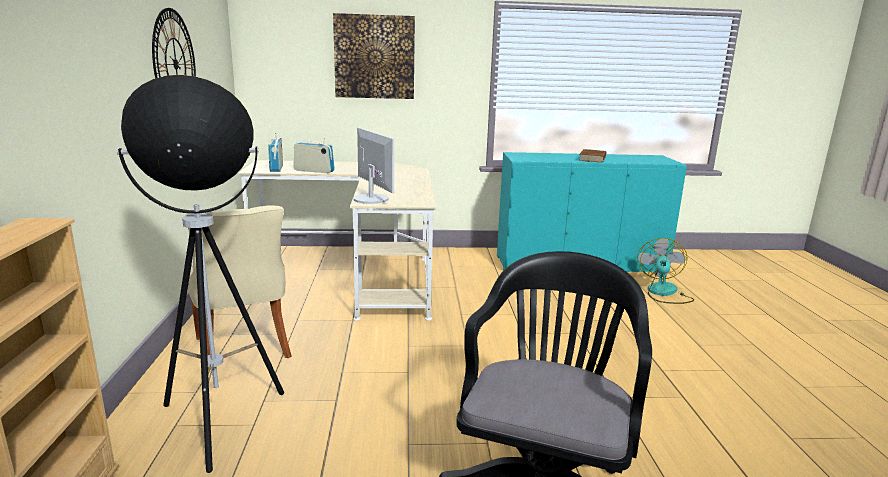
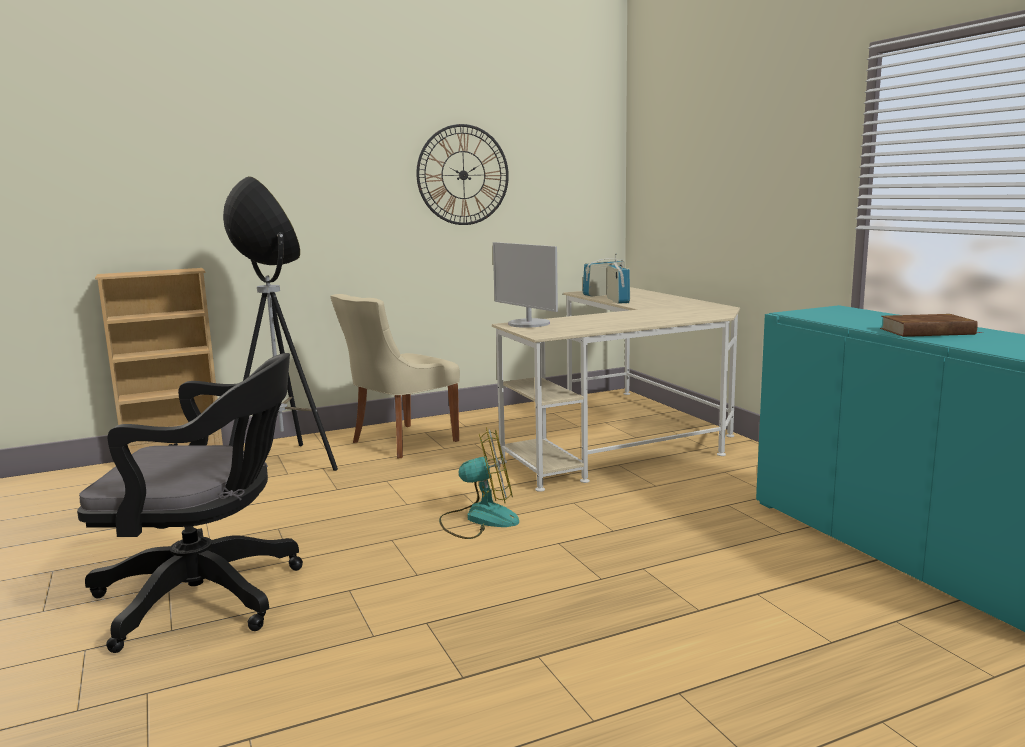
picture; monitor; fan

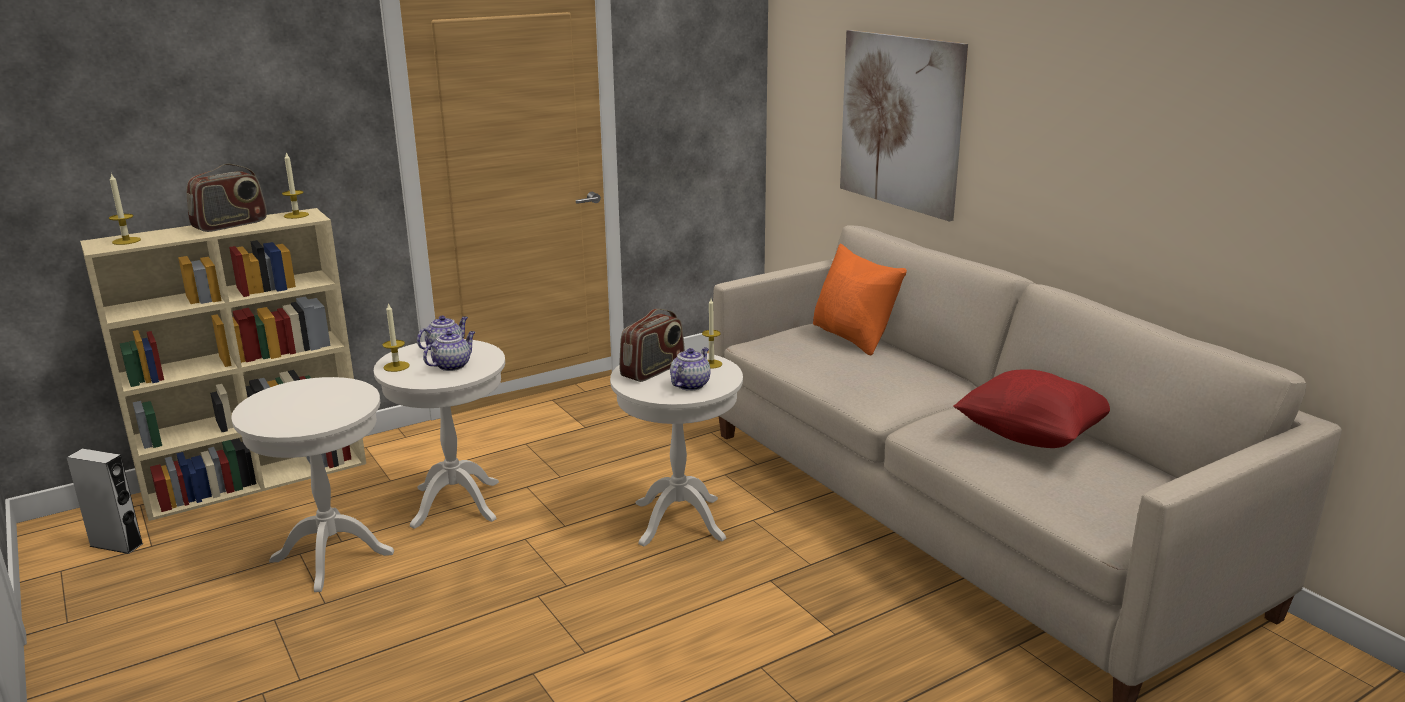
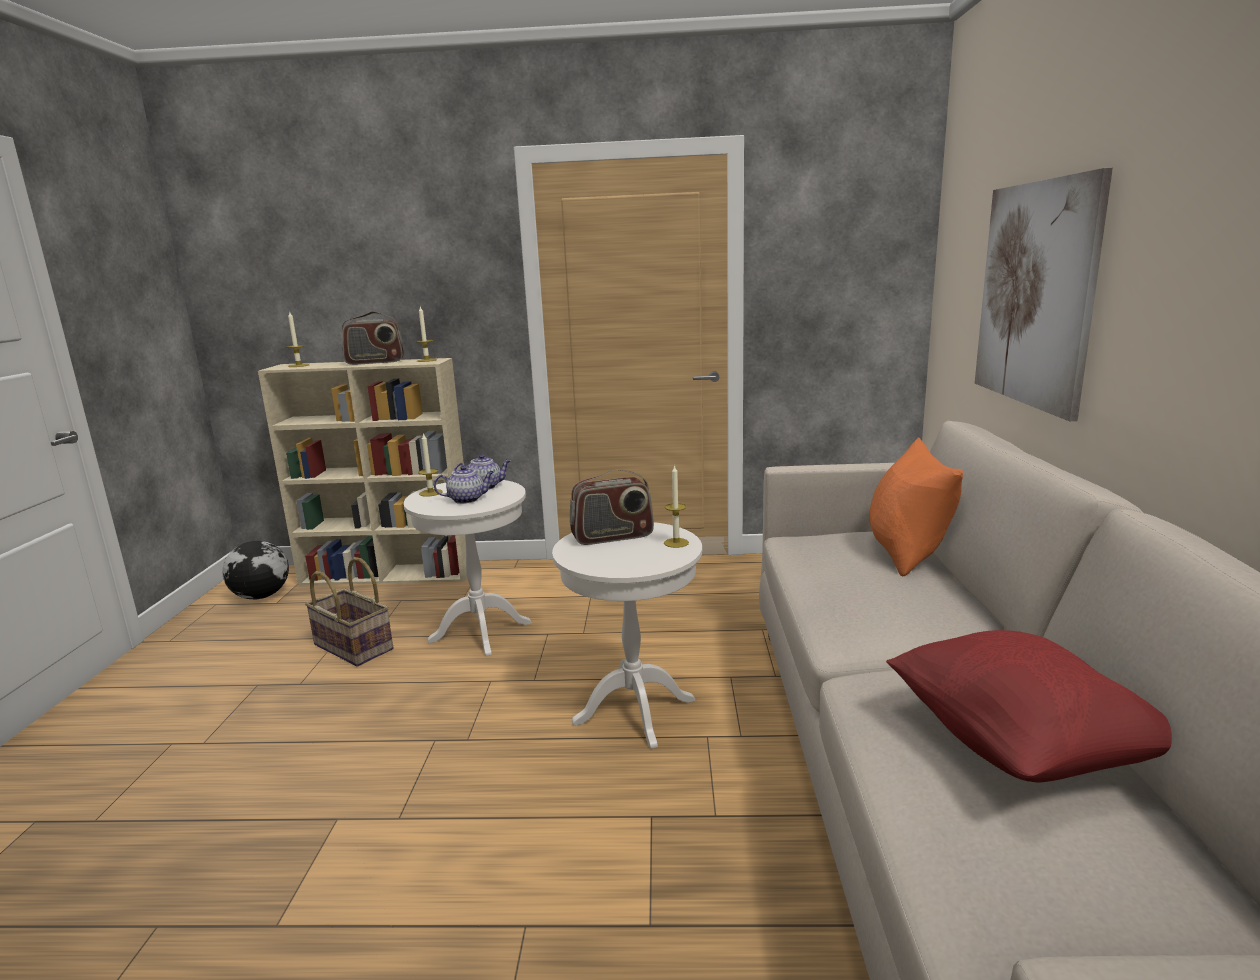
globe; basket; teapot (no. 3 from left in the first image)

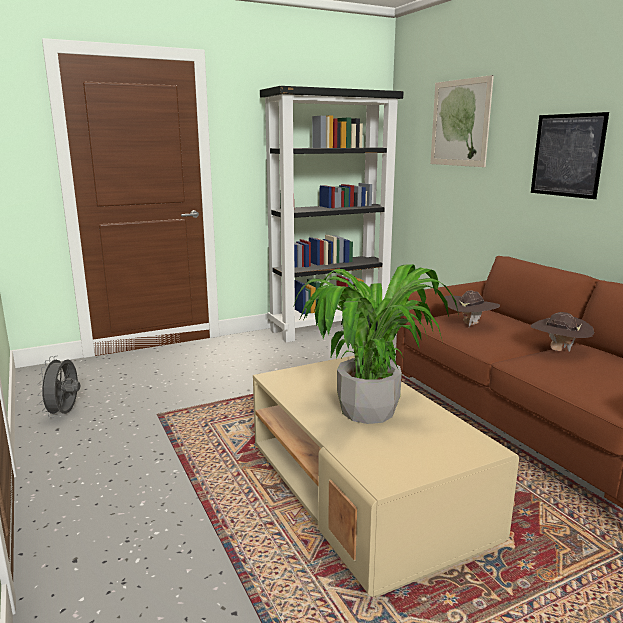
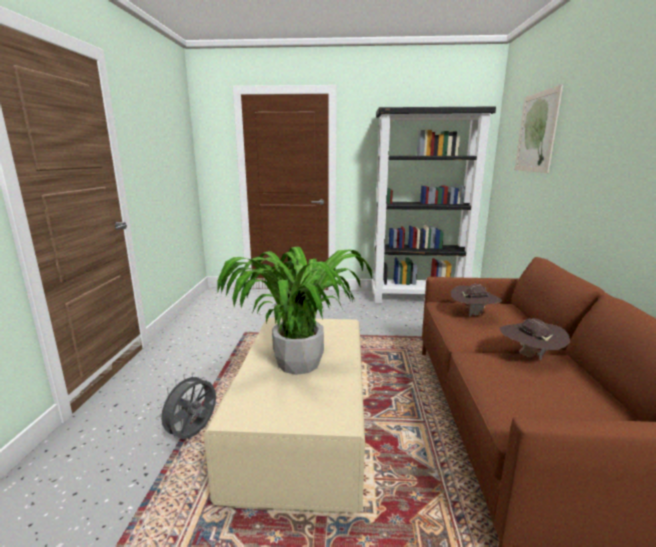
grey fan; picture (no. 2 from left in the first image)

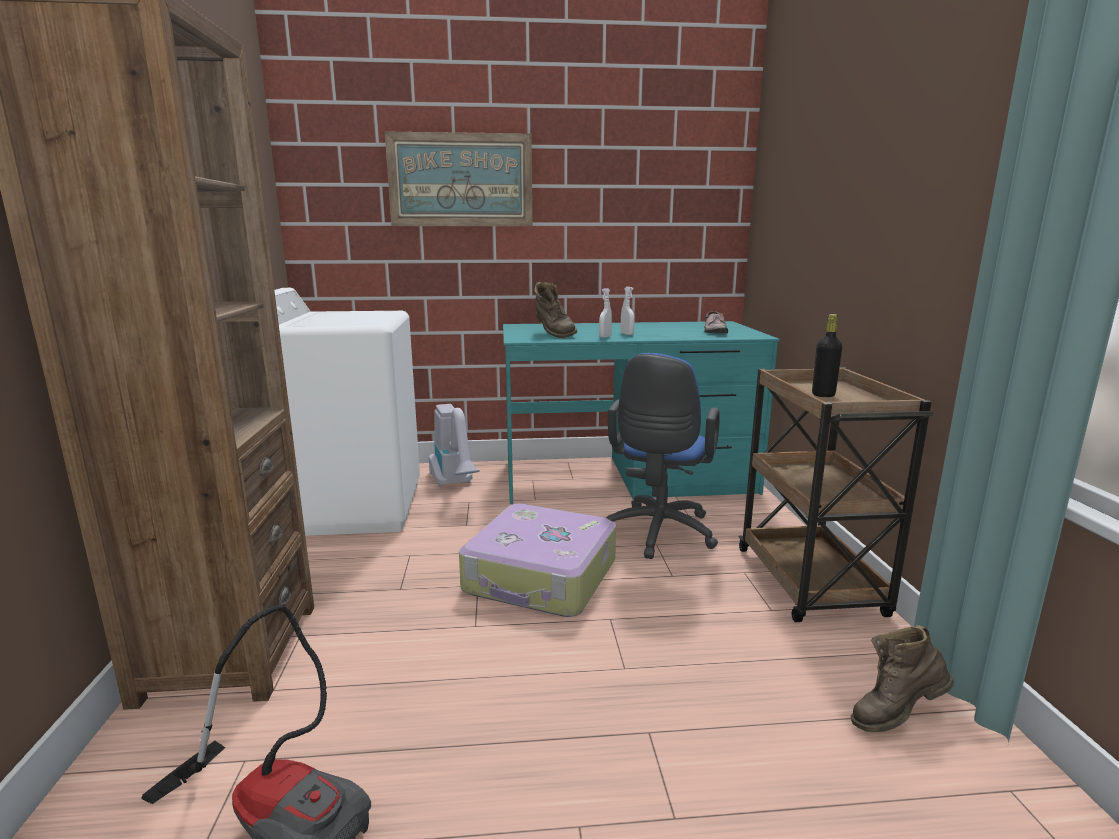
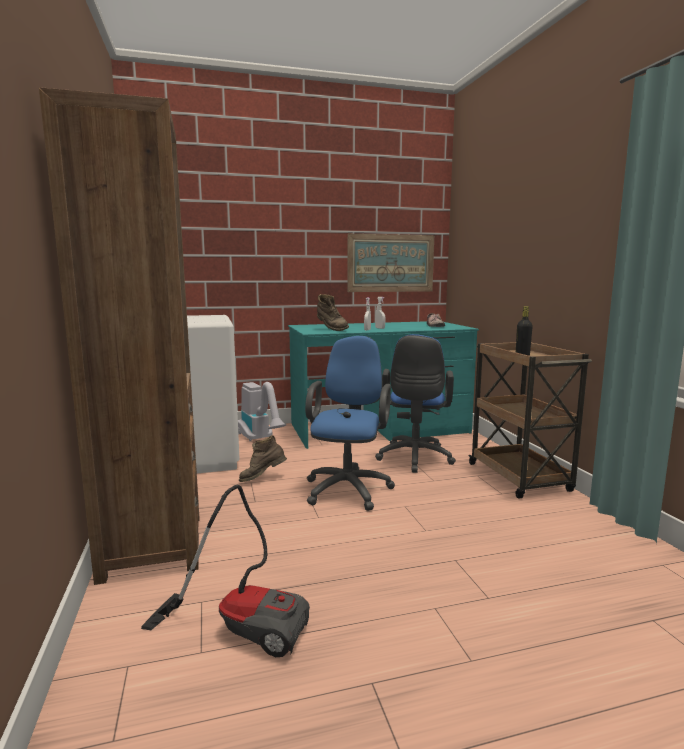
picture; blue office chair (no. 1 from left); brown boot (no. 1 from left)

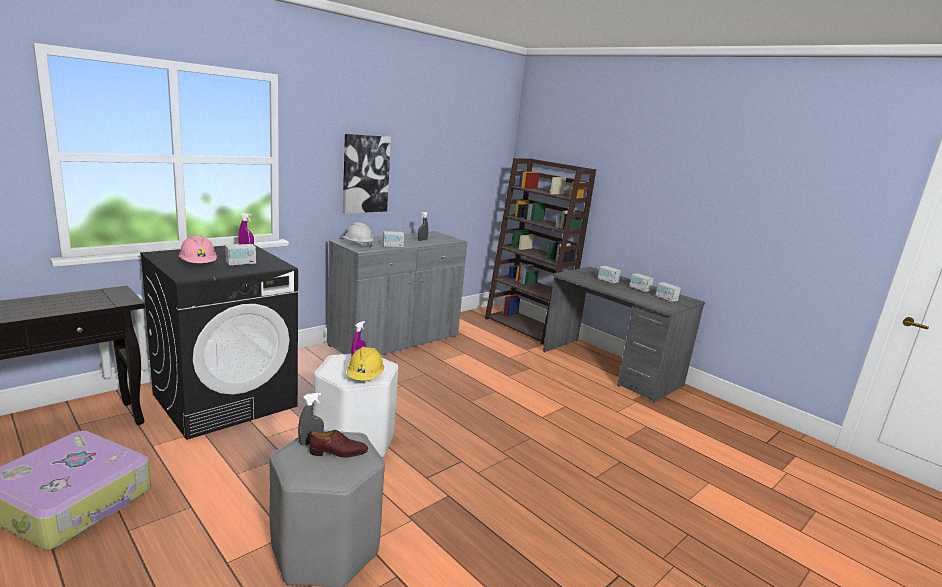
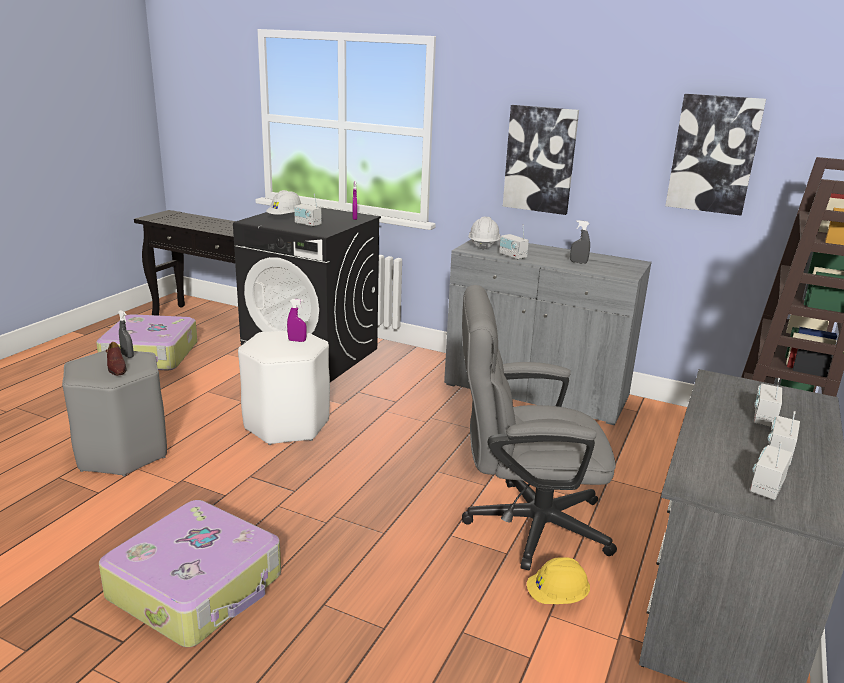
white hard hat (no. 1 from left); yellow hard hat; suitcase (no. 2 from left); grey office chair; picture (no. 2 from left)

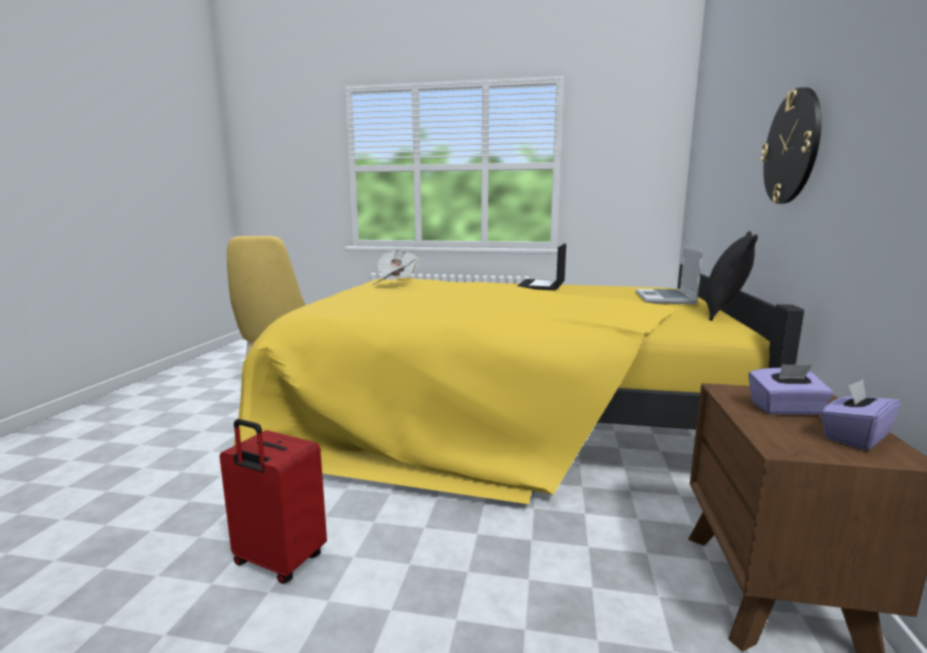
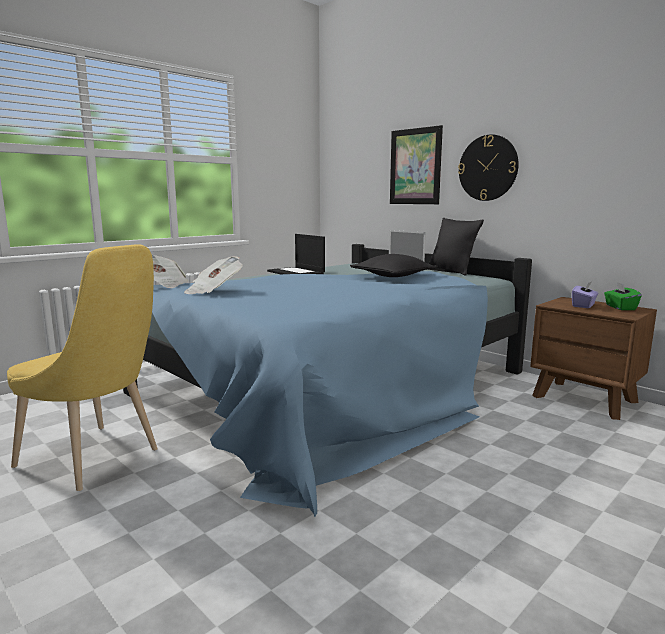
red suitcase; blue bed; green tissue box; black pillow (no. 1 from left); picture

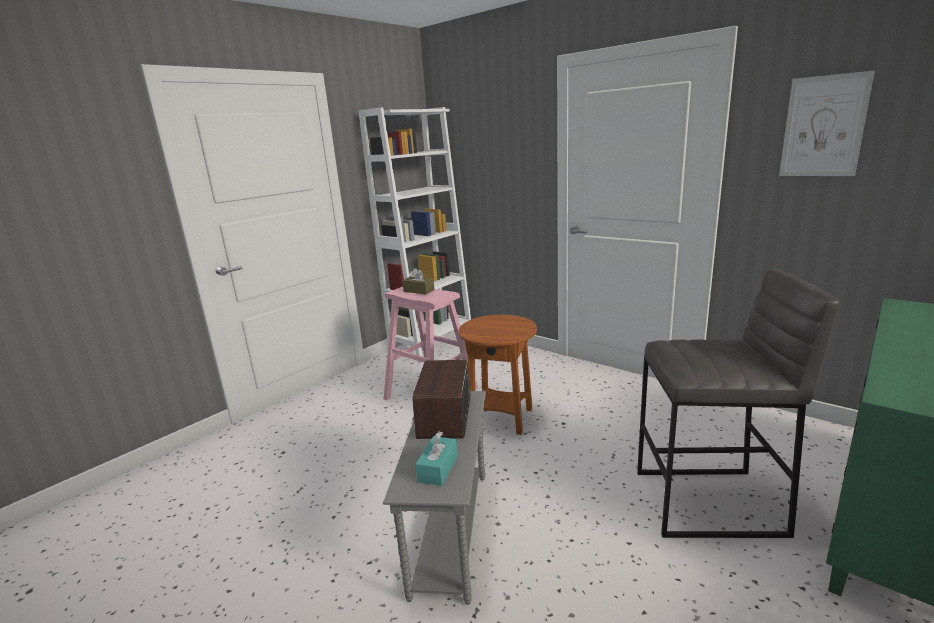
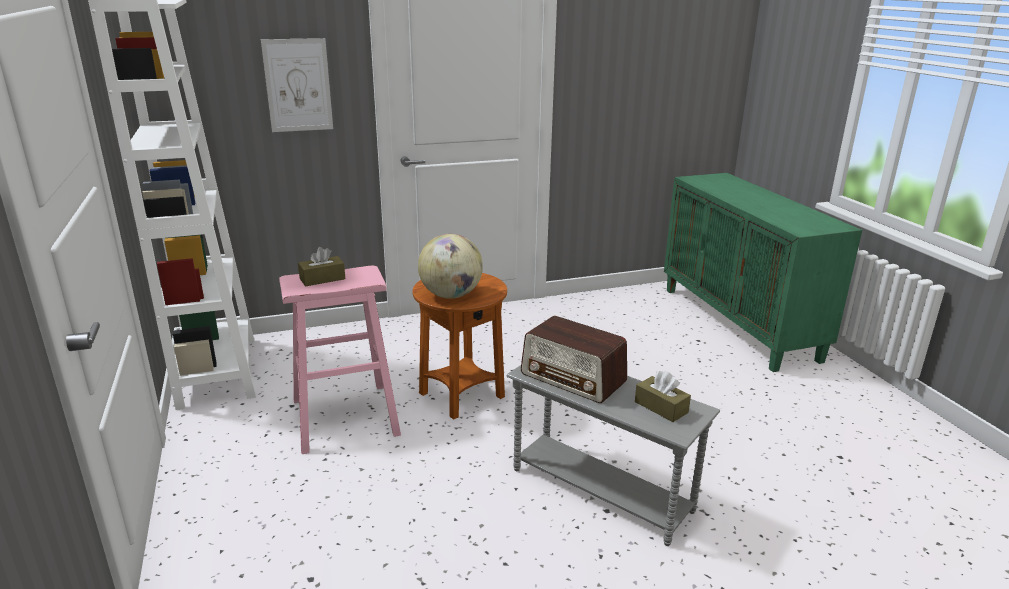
brown tissue box (no. 2 from left); grey stool; picture; globe

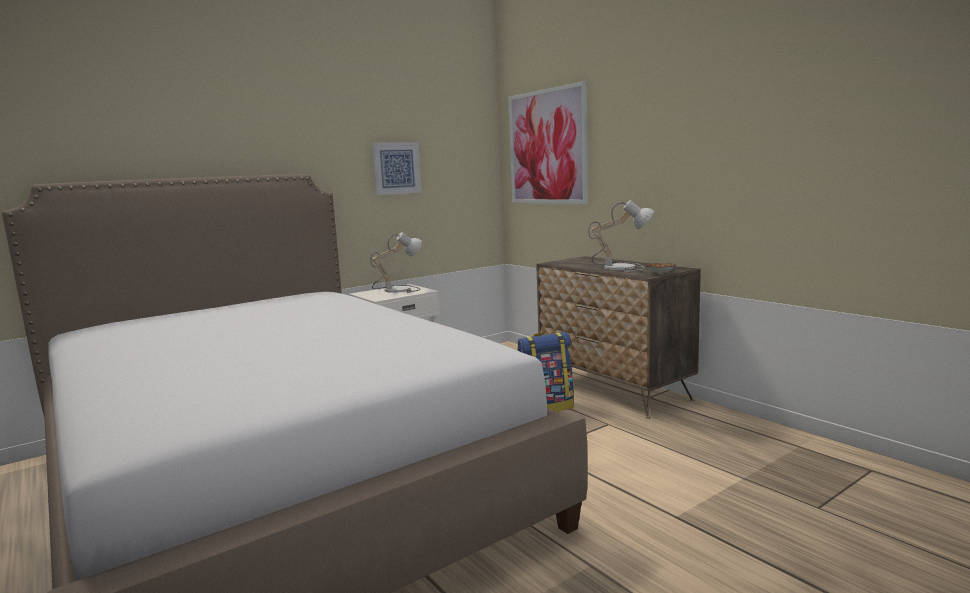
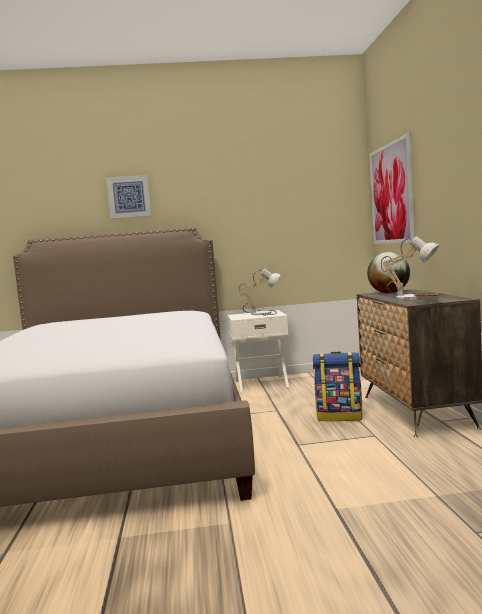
picture (no. 1 from left); globe

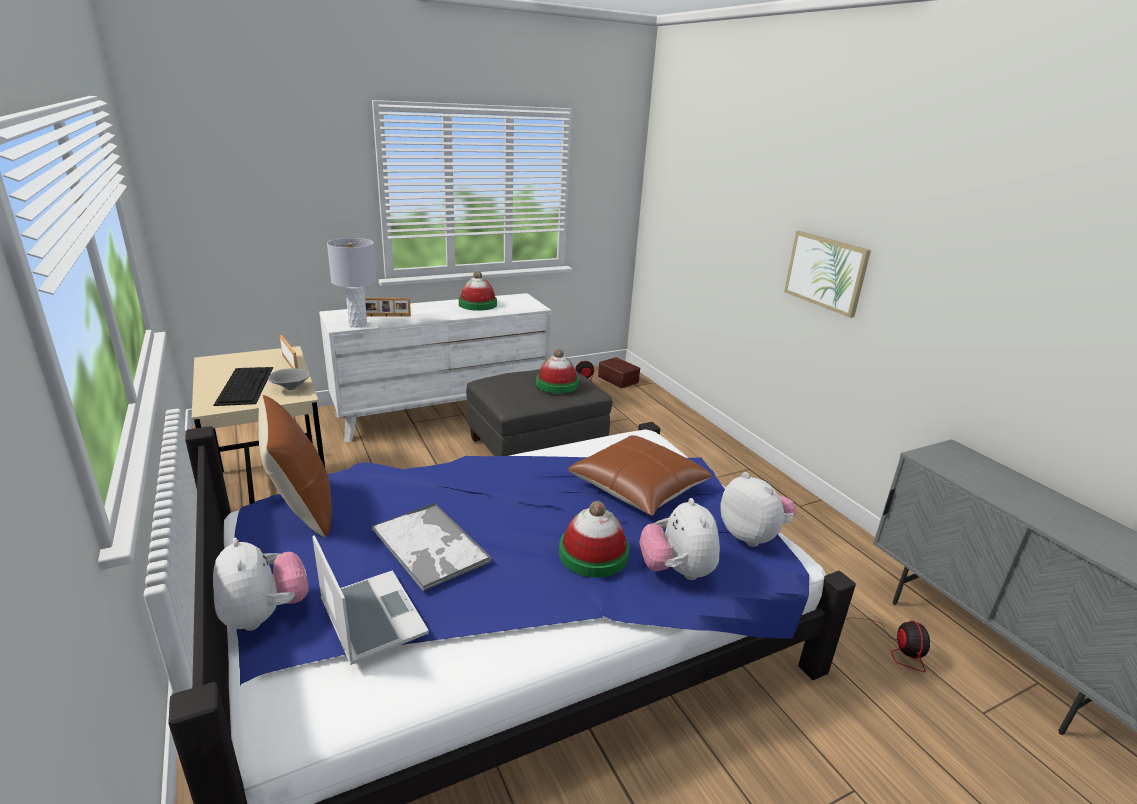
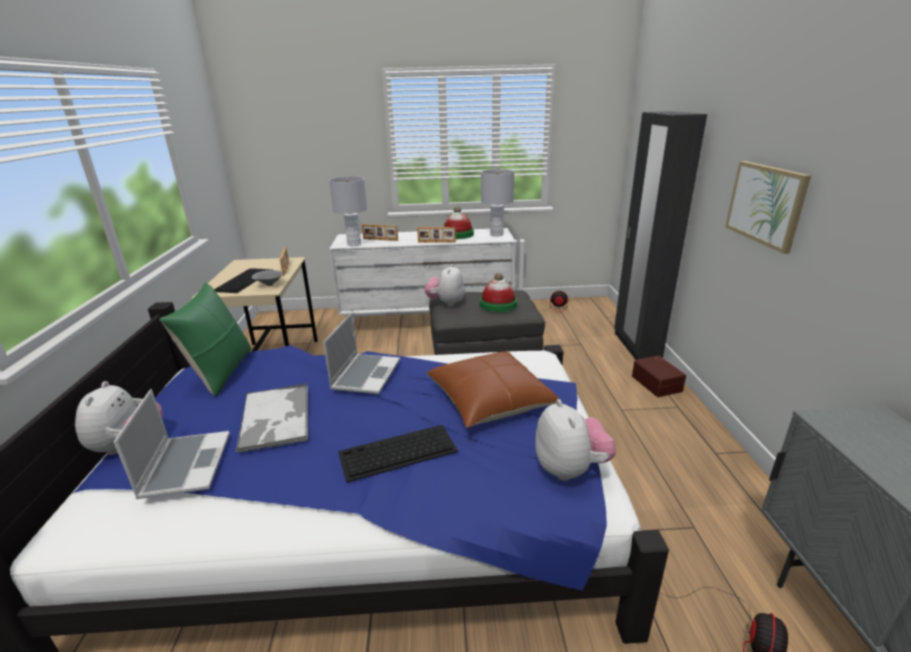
green pillow; keyboard (no. 2 from left); brown storage box; plush toy (no. 2 from left); laptop (no. 2 from left); picture frame (no. 3 from left); grey table lamp (no. 2 from left); black wardrobe

